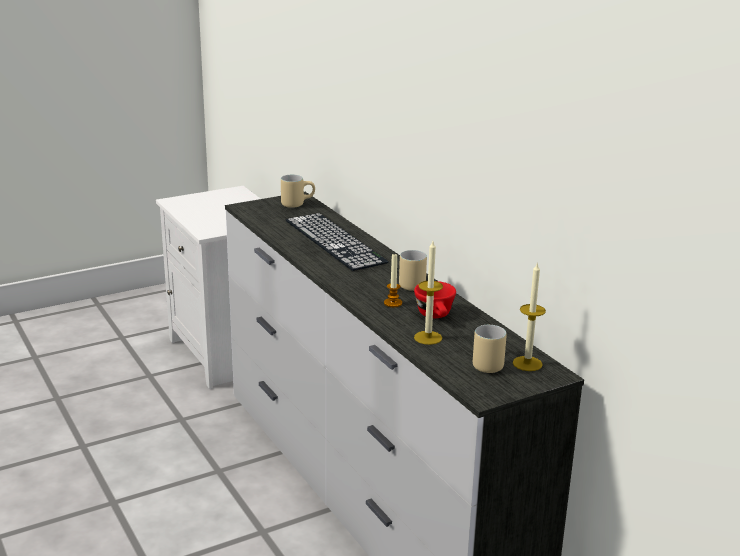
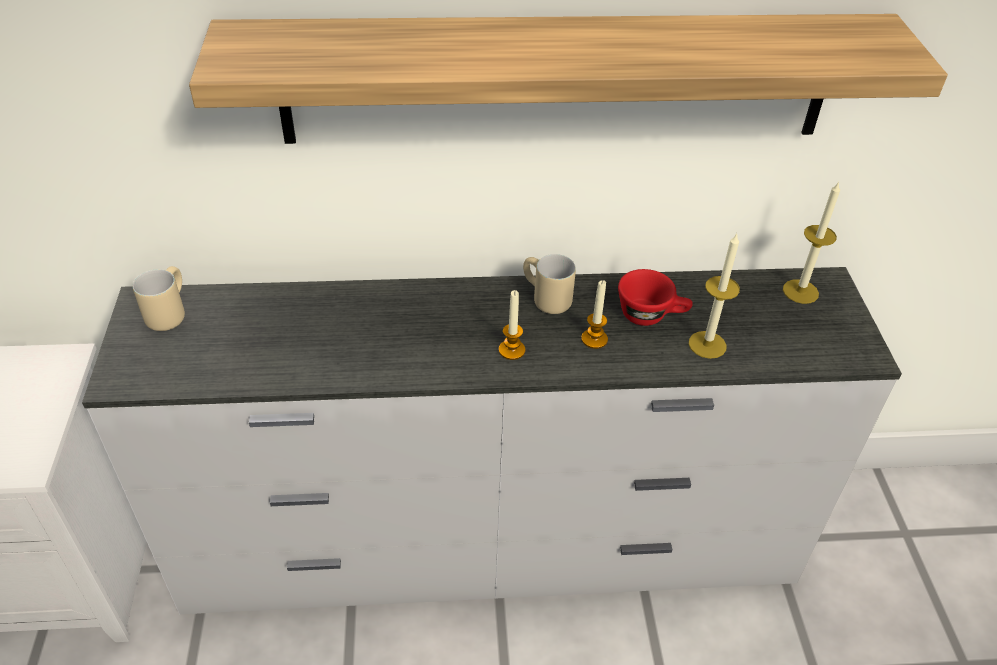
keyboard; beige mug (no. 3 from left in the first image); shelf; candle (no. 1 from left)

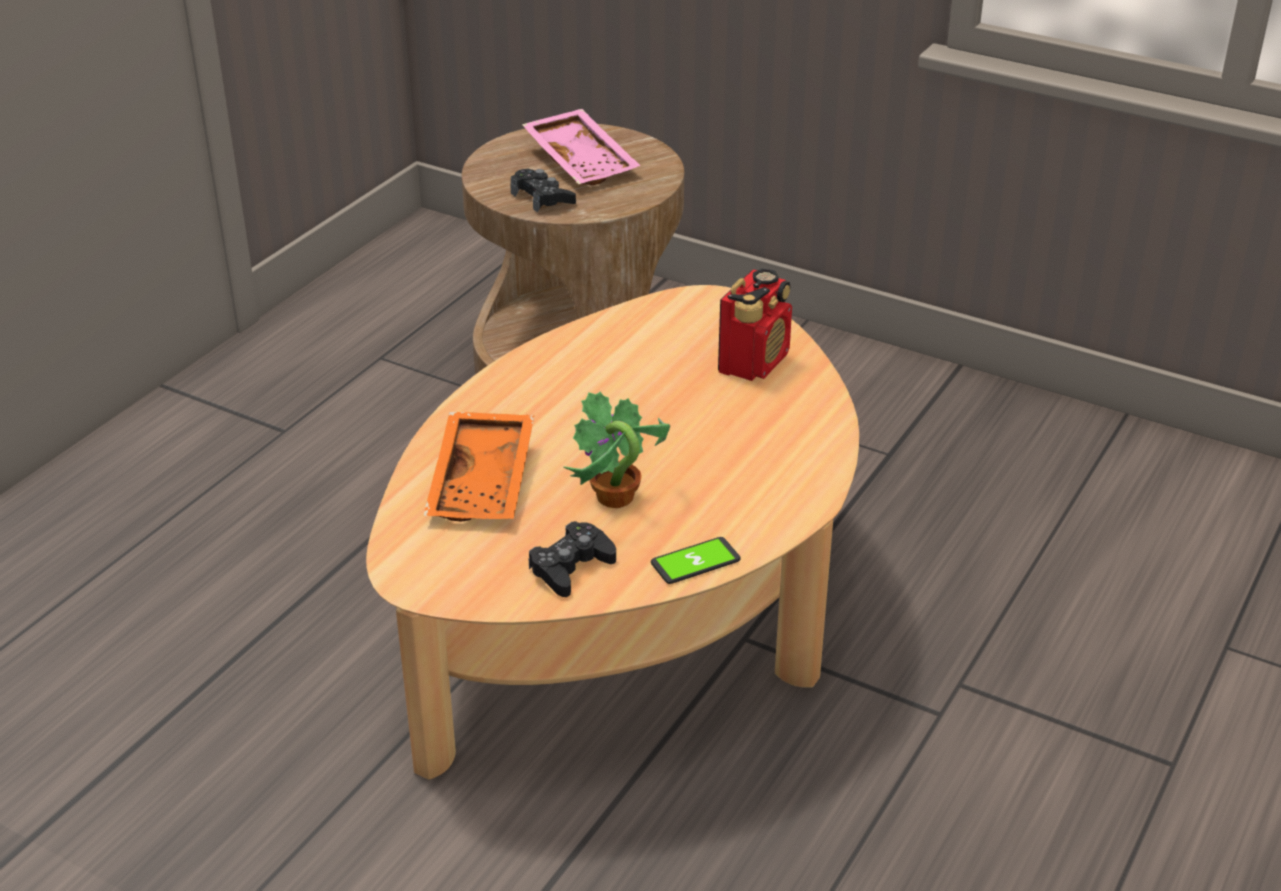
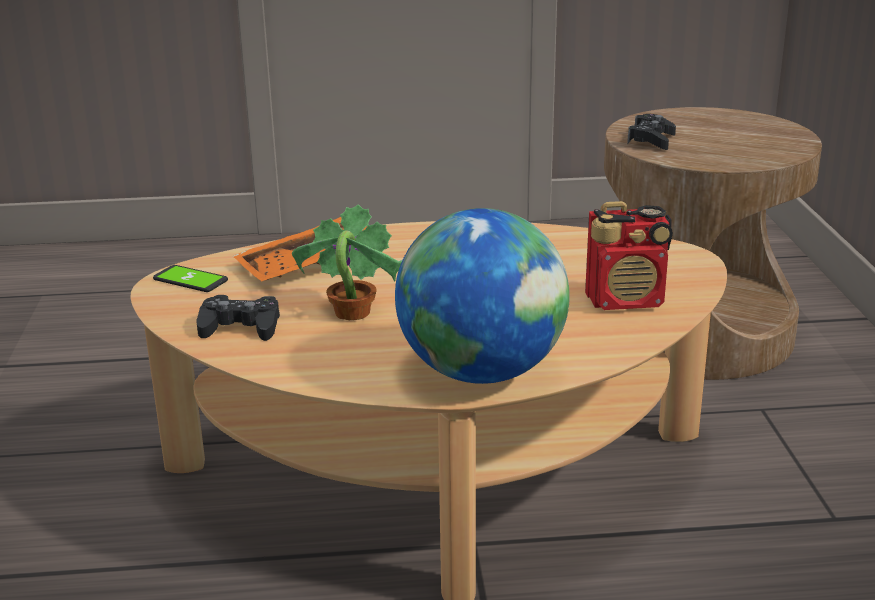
pink tray; phone; globe

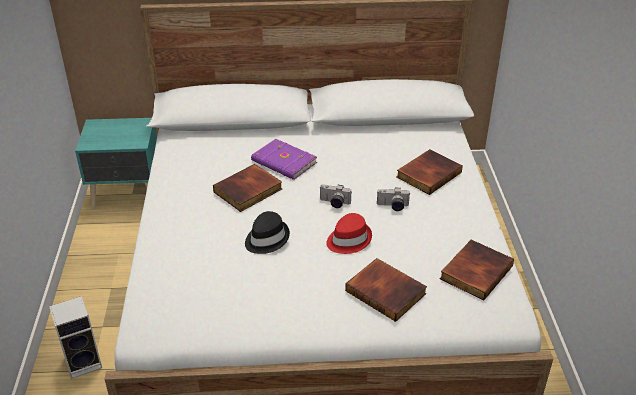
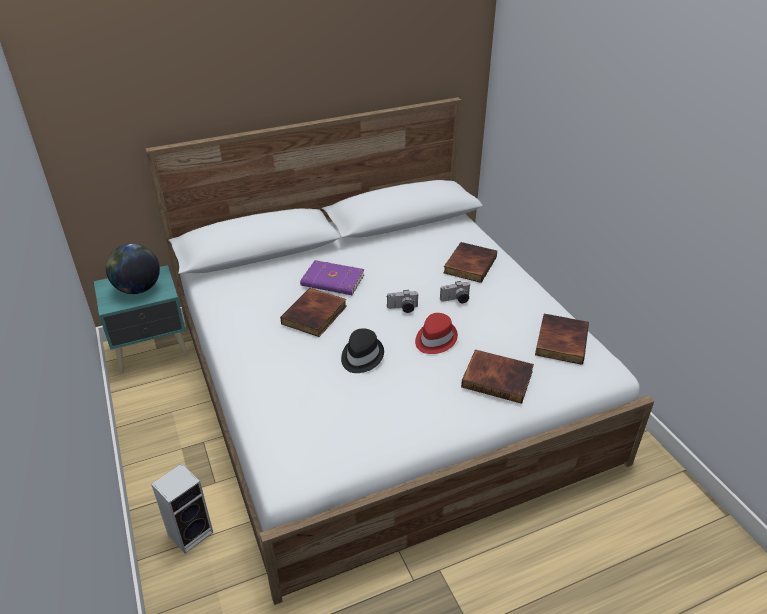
globe

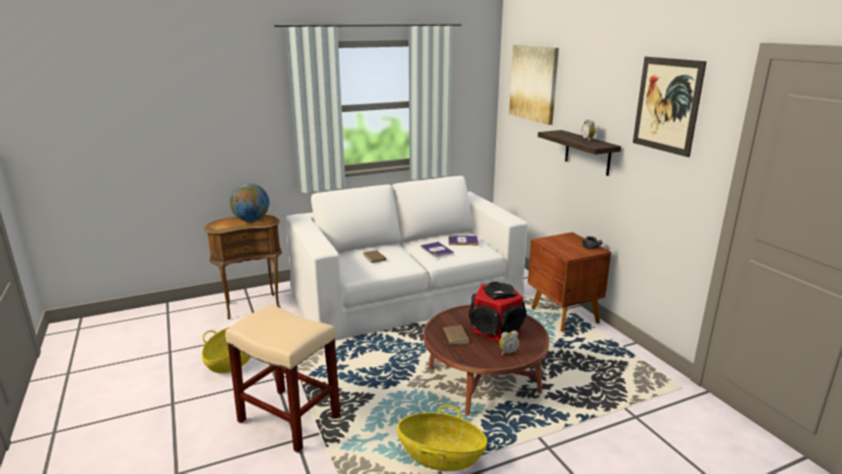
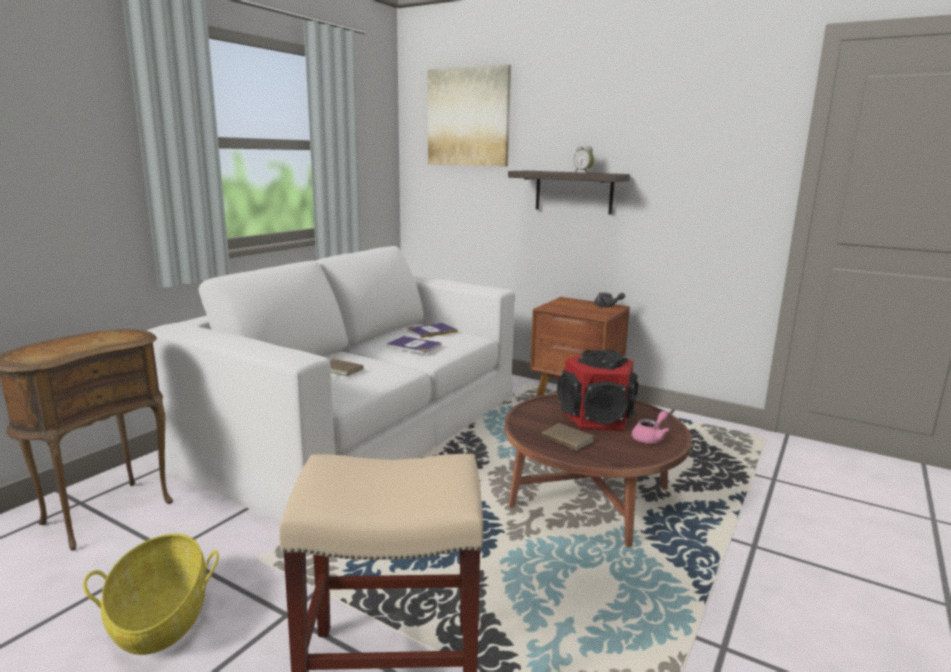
globe; basket (no. 2 from left in the first image); pink teapot; picture (no. 2 from left in the first image)

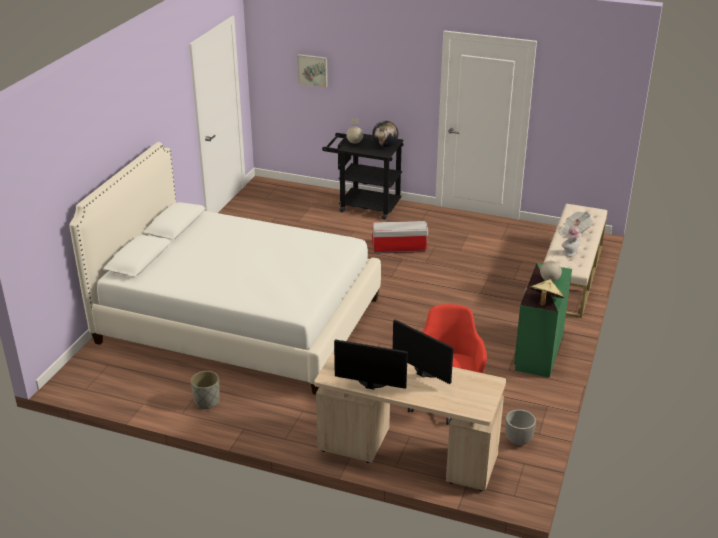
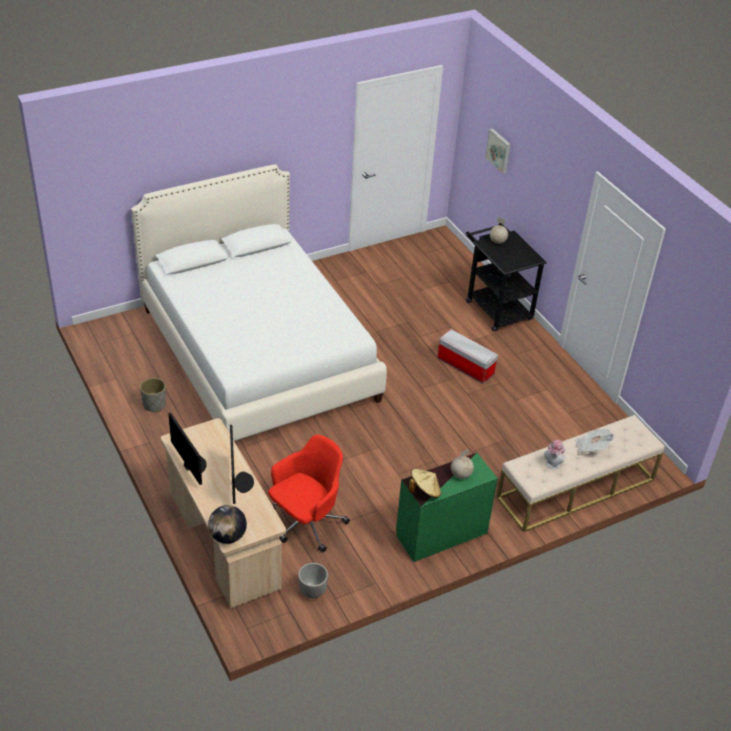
globe (no. 1 from left)

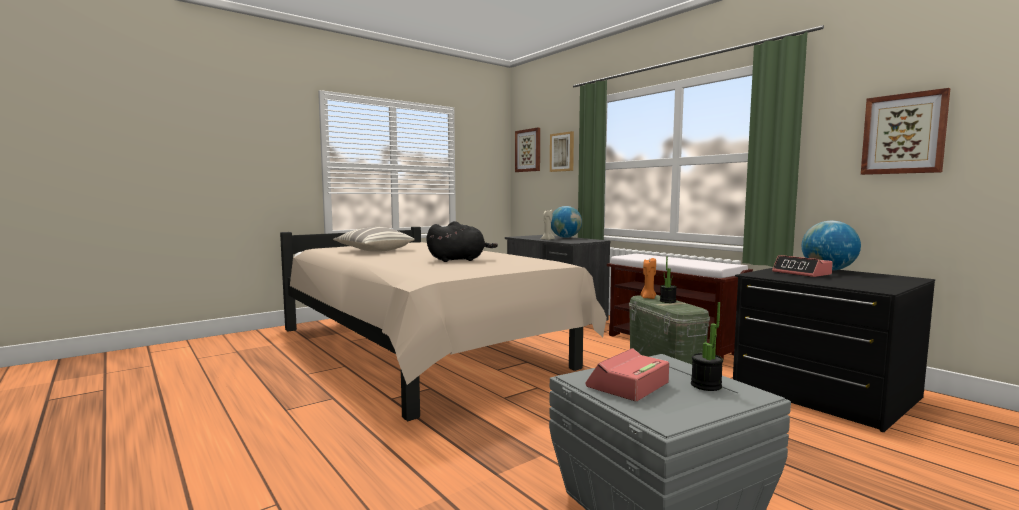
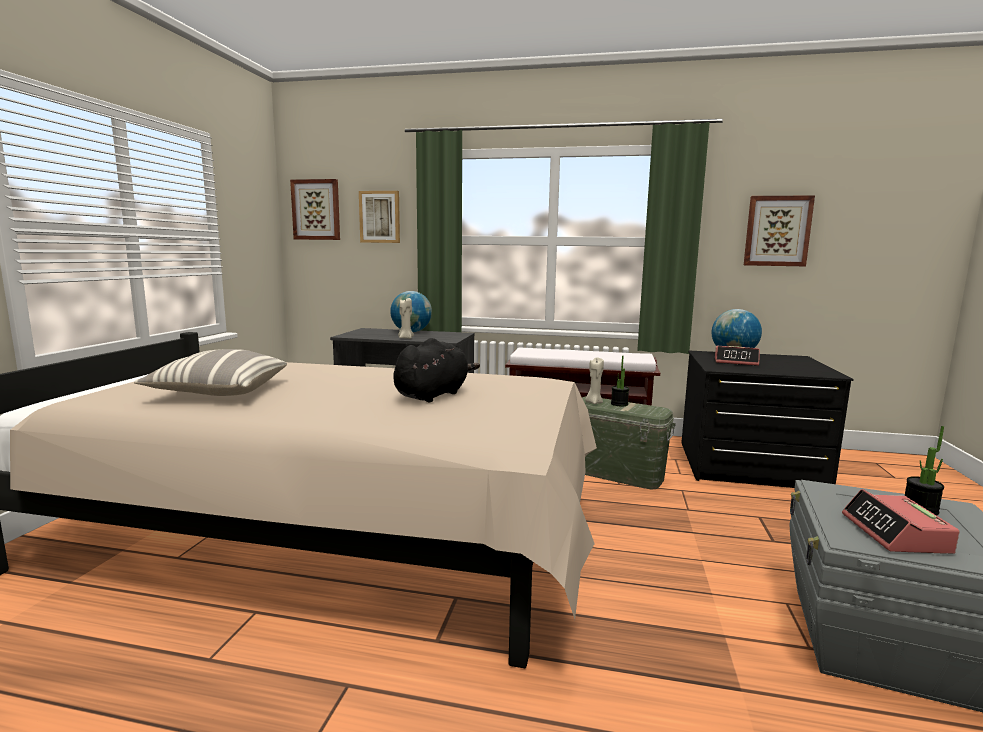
beige candle (no. 2 from left)

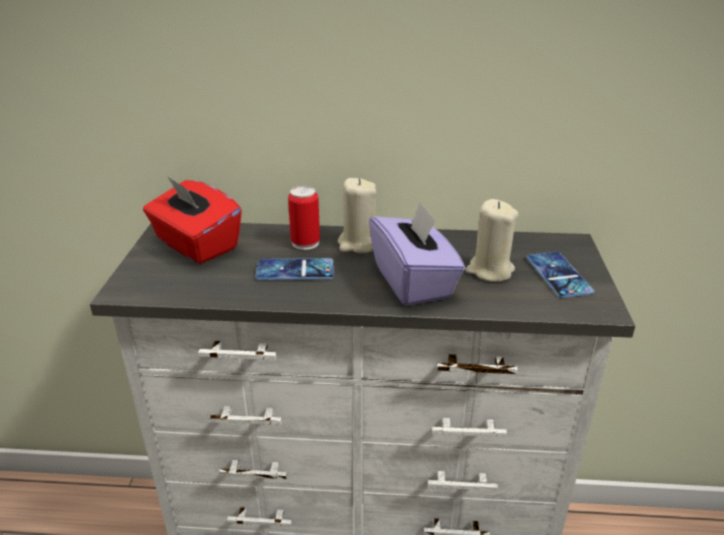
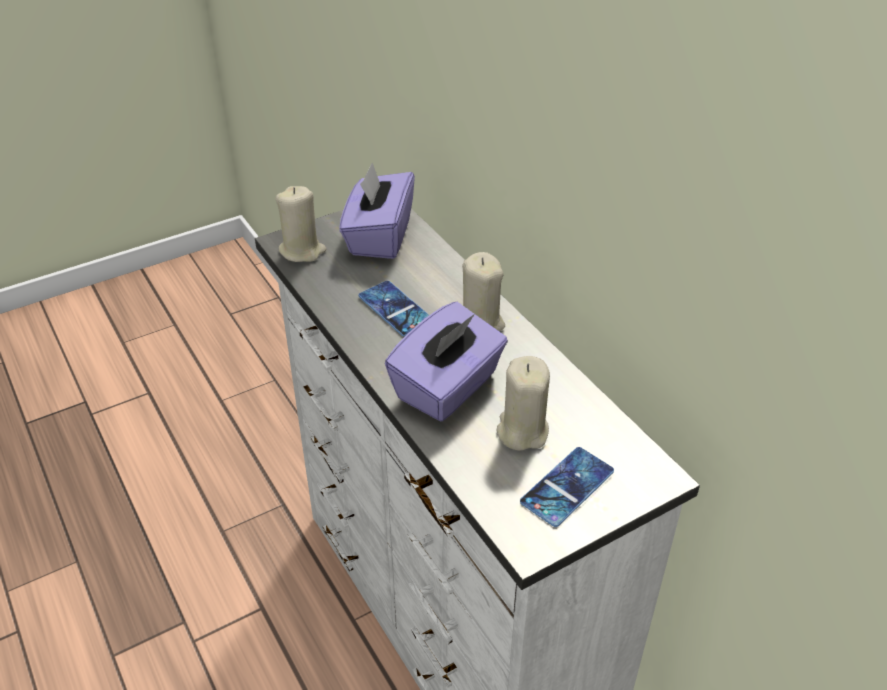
purple tissue box (no. 1 from left); can; beige candle (no. 1 from left)

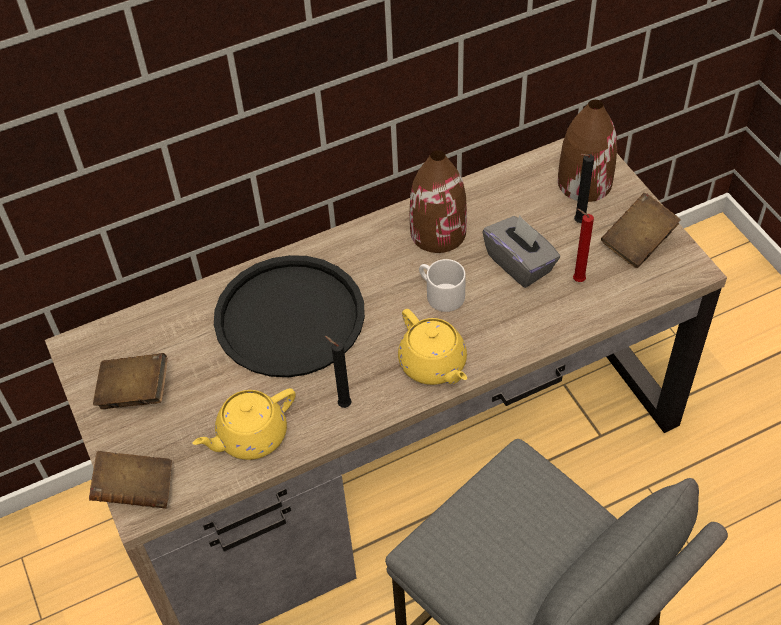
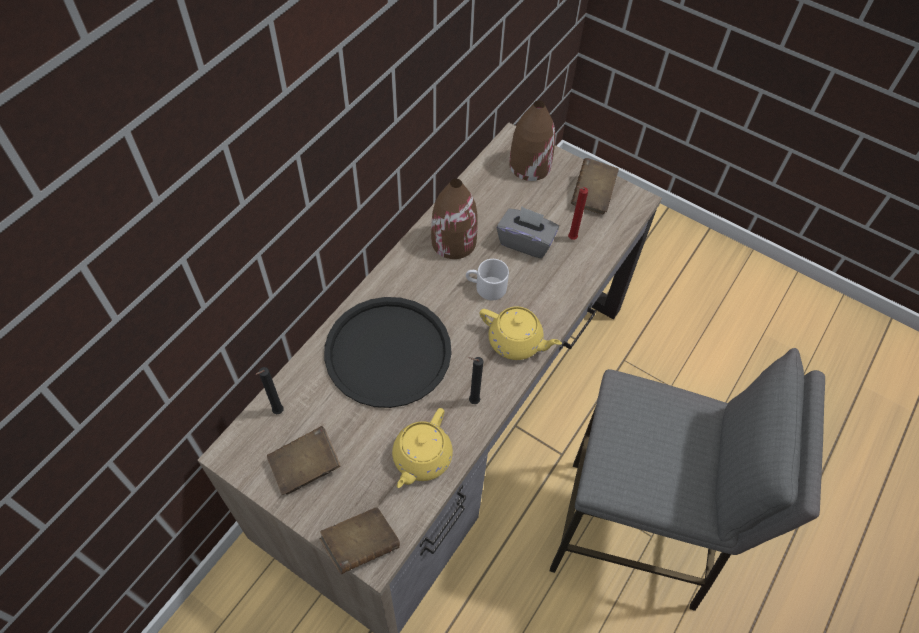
black candle (no. 1 from left)

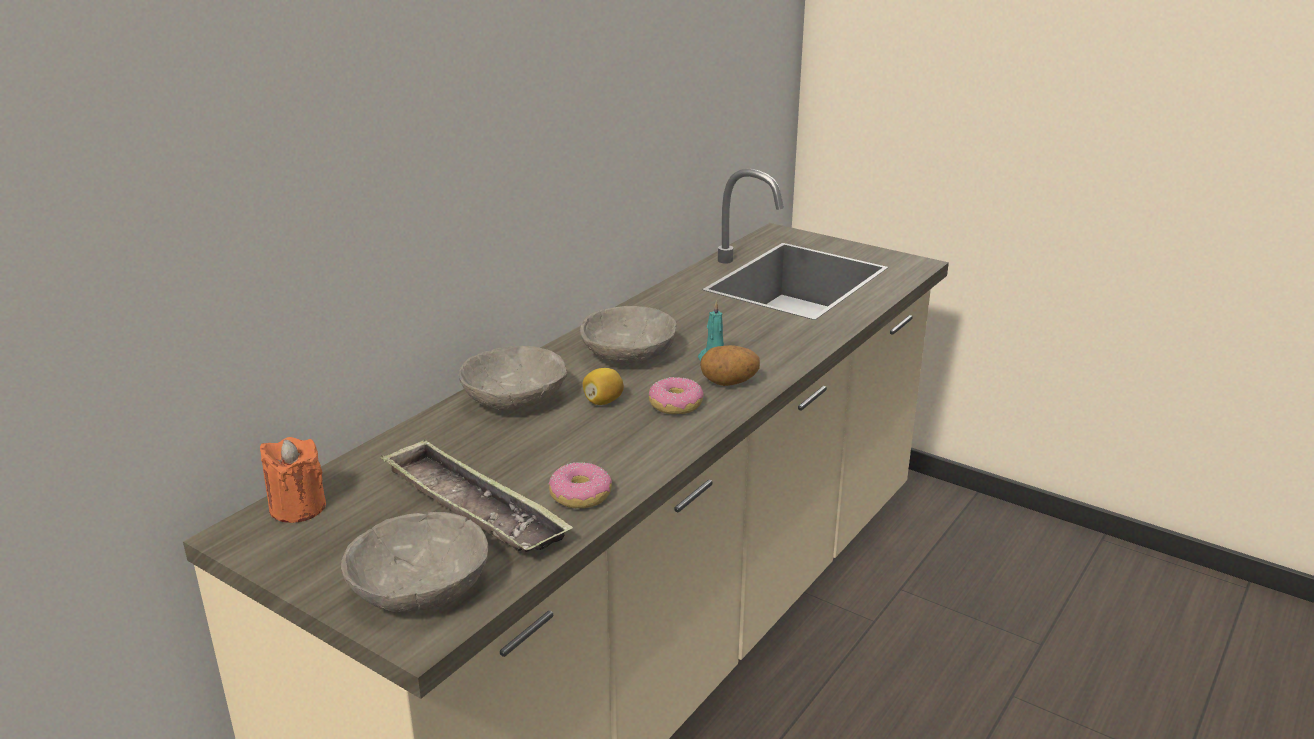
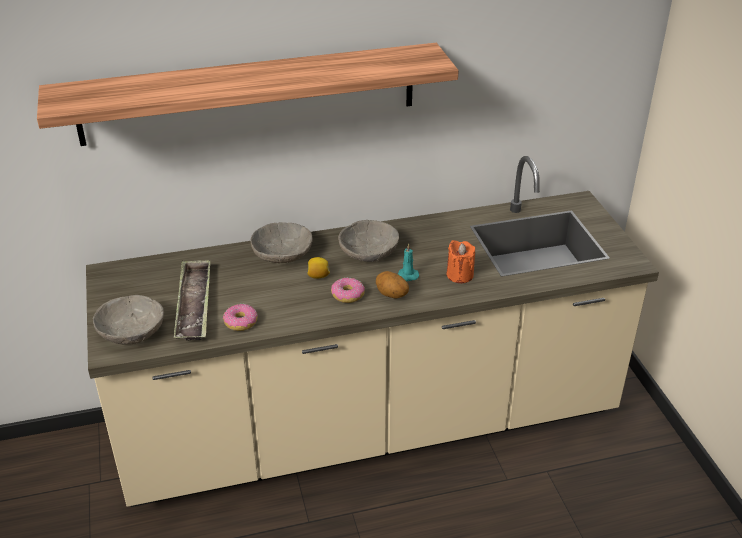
orange candle; shelf

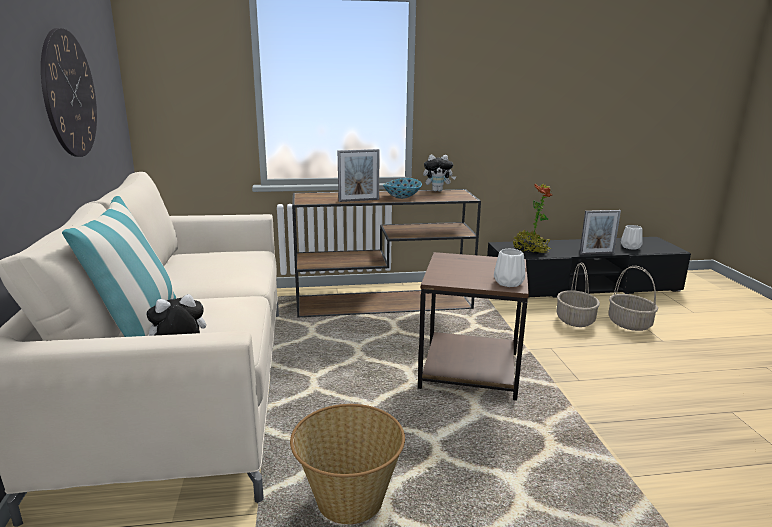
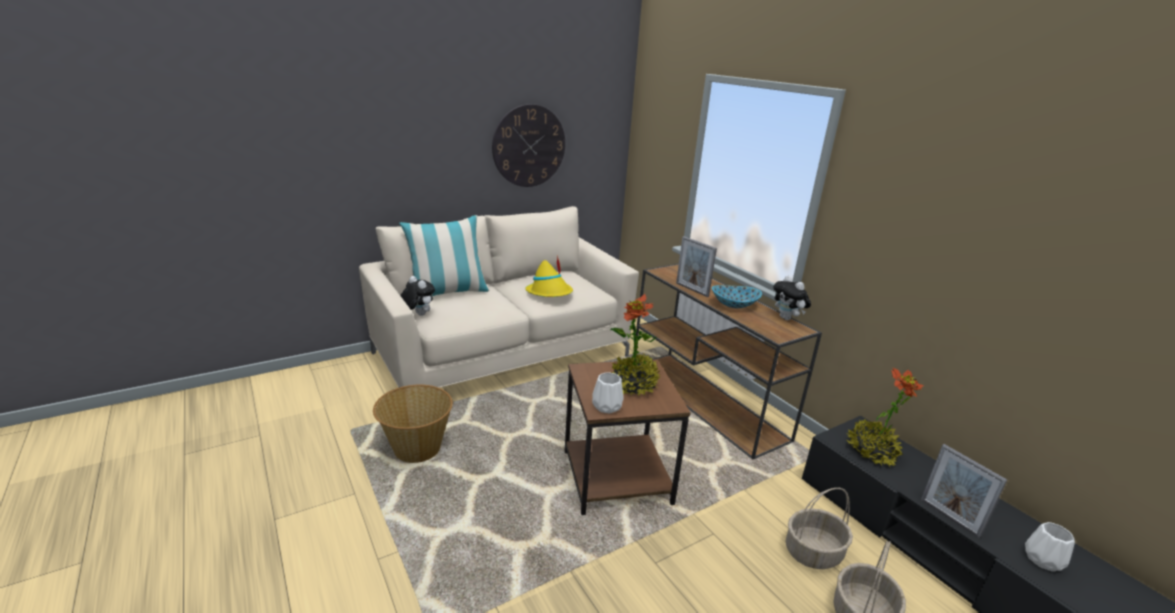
yellow hat; potted plant (no. 1 from left)

